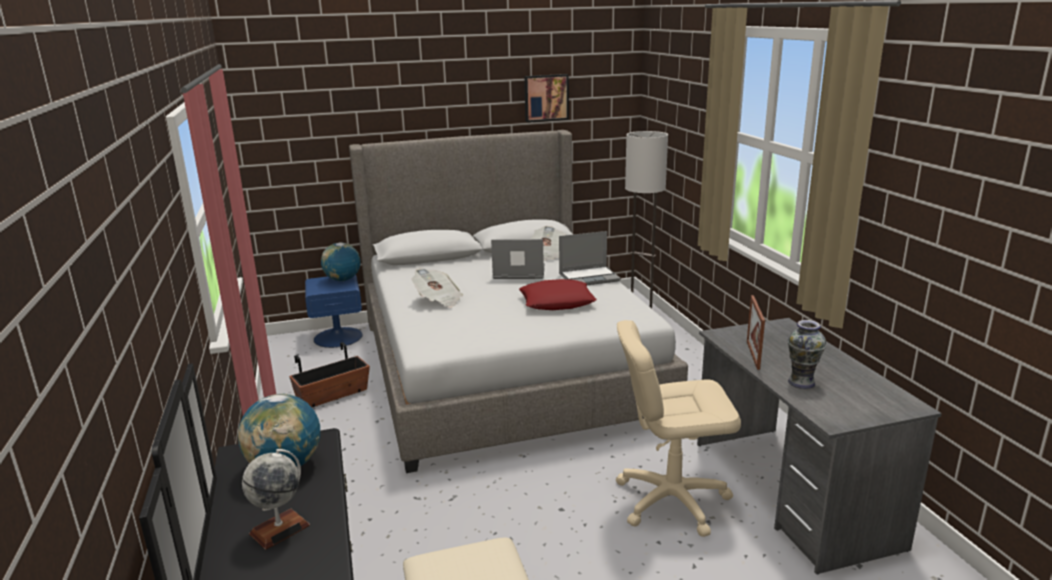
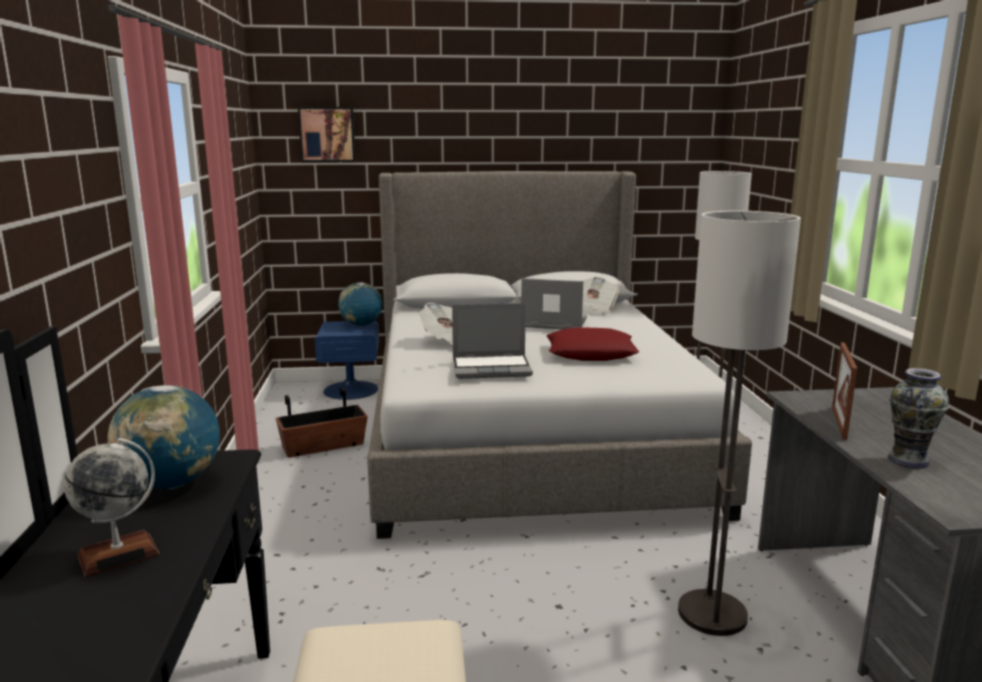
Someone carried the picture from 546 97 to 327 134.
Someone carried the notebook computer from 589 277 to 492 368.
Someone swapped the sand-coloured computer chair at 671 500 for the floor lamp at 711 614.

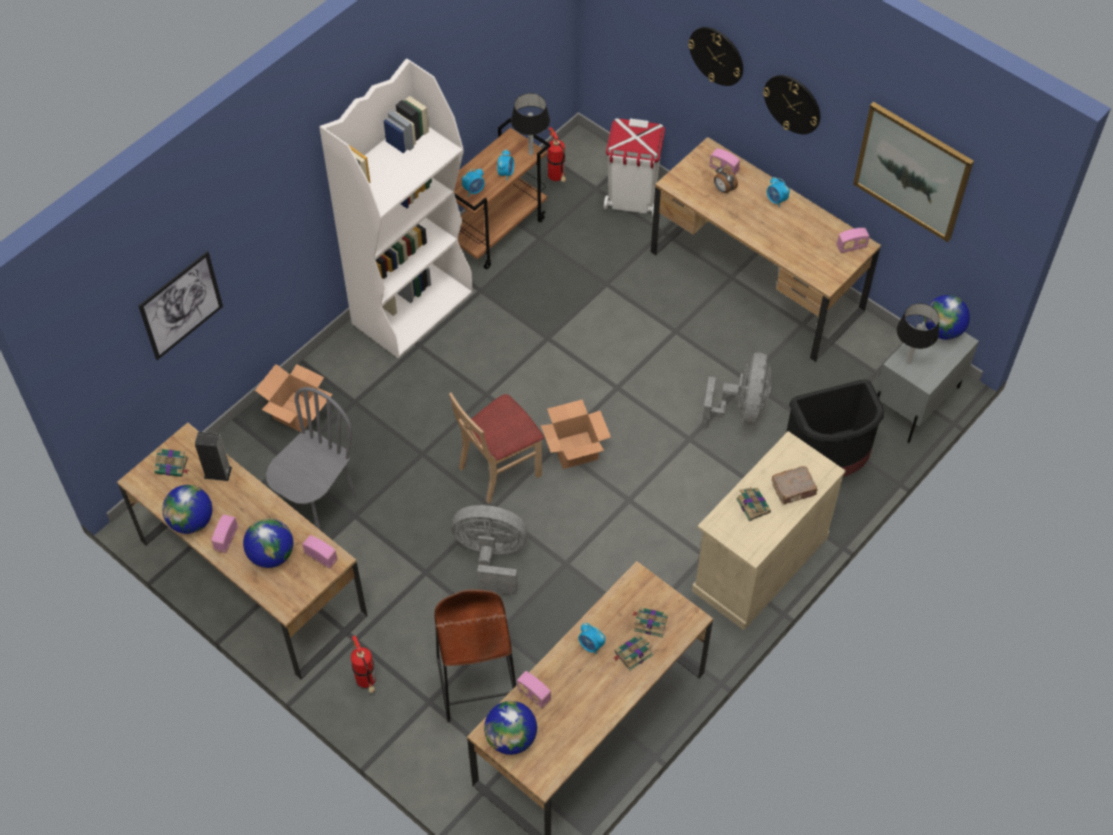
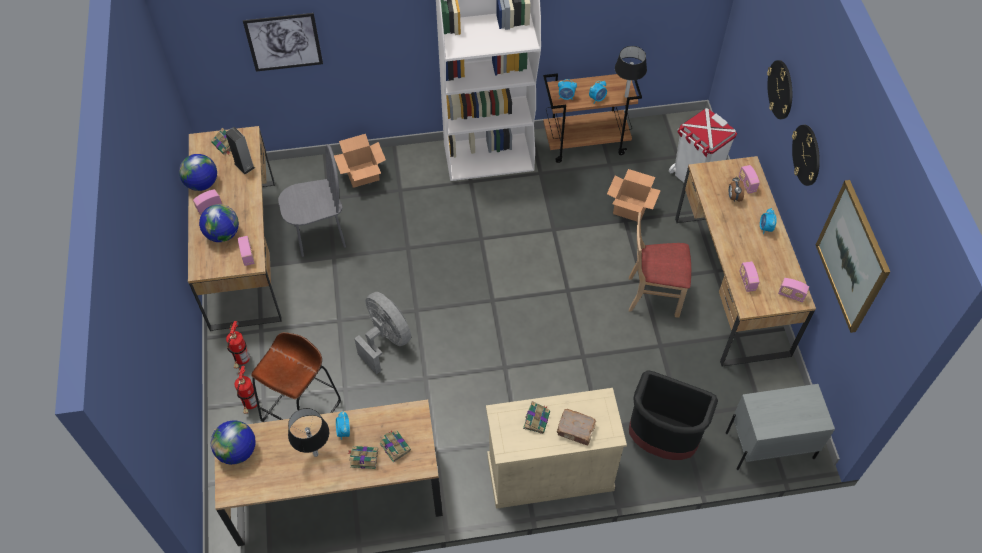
Someone carried the sand-coloured plain chair from 499 469 to 653 295.
Someone carried the radio set from 533 694 to 747 281.
Someone carried the cardboard box from 574 450 to 630 208.
Someone carried the extinguisher from 557 178 to 250 405.
Someone took away the grey electric fan at 741 409.
Someone carried the black-coloured tabletop lamp from 908 361 to 315 454.
Someone took away the desk globe at 942 330.

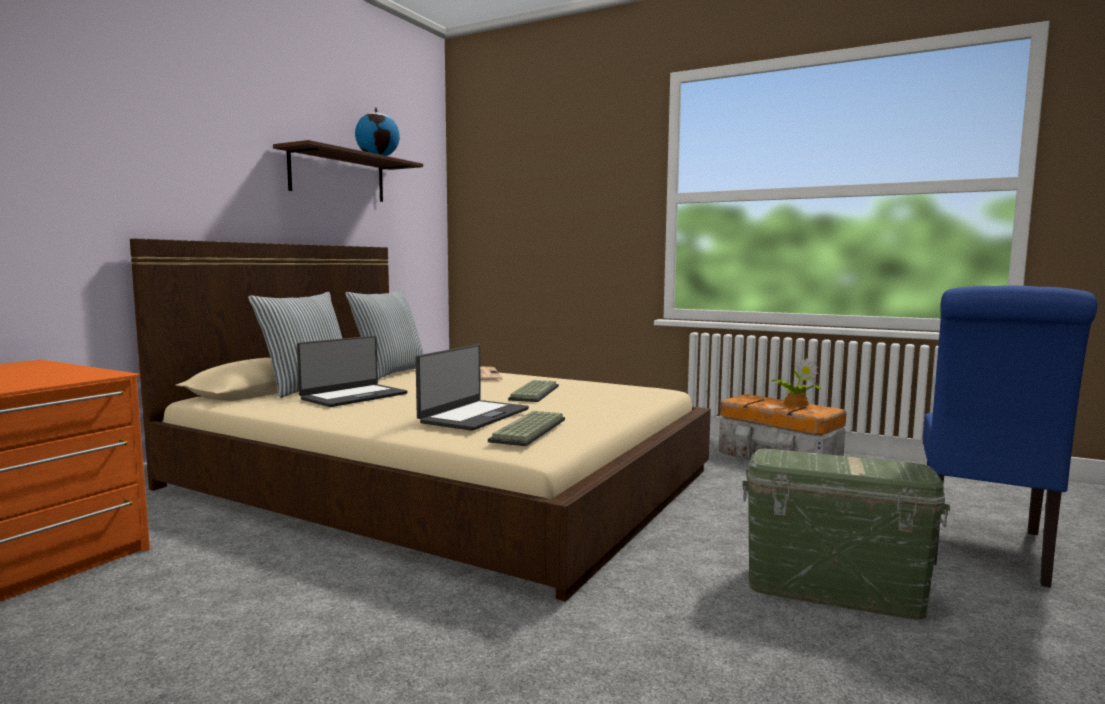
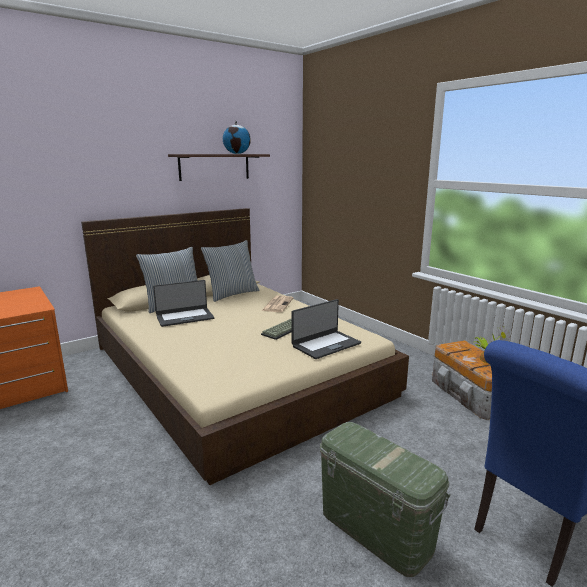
Someone carried the notebook computer from 473 416 to 325 344.
Someone took away the computer keyboard at 530 431.

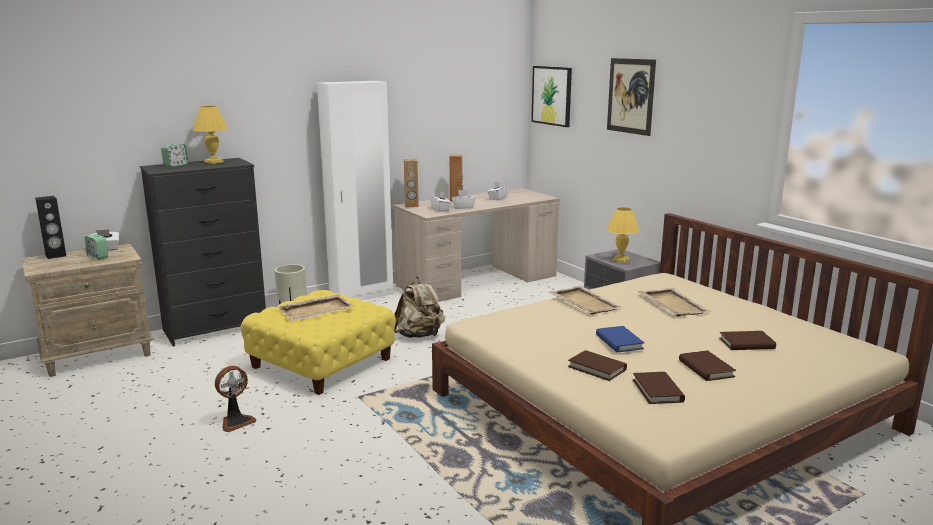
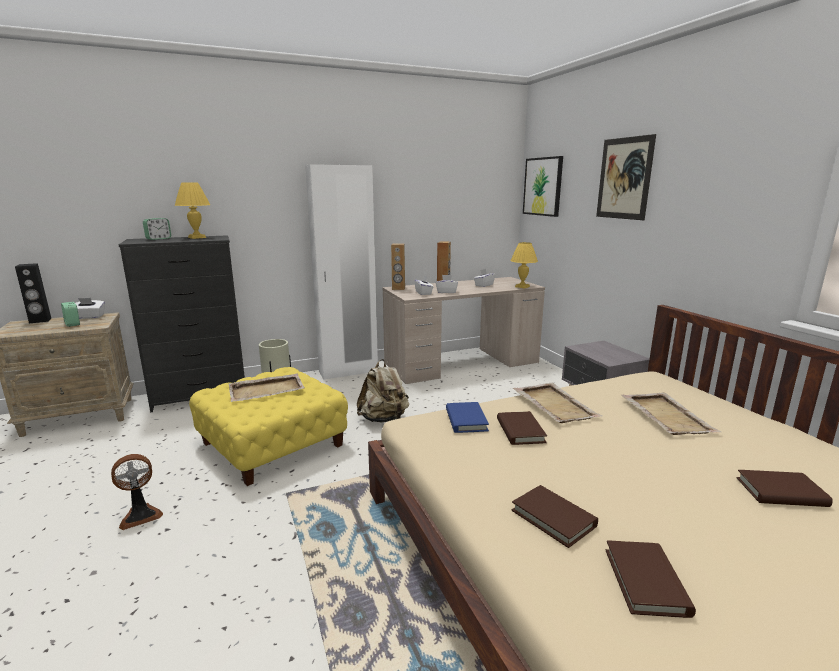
Someone carried the blue volume from 619 342 to 466 420.
Someone carried the yellow-coloured tabletop lamp from 620 260 to 522 286.
Someone carried the brown-coloured volume from 706 368 to 520 431.

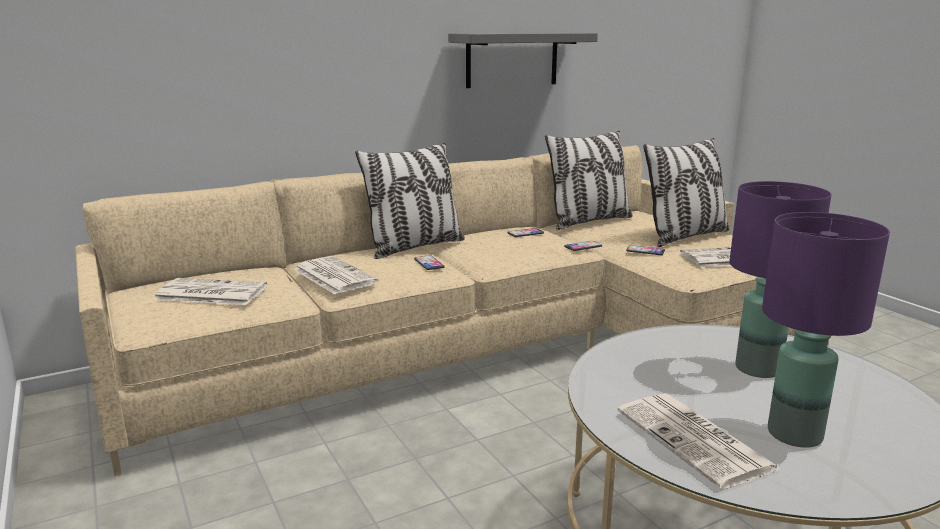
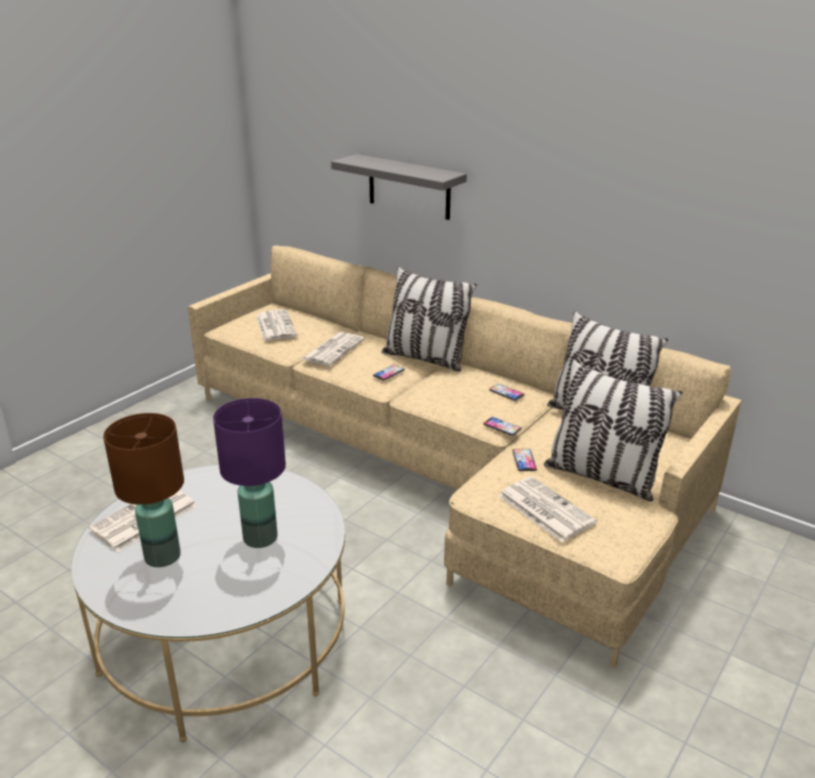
Someone carried the grey bracket shelf from 512 59 to 409 187.
Someone repainted the purplish tabletop lamp at 796 434, which became the brown-coloured tabletop lamp at 163 557.

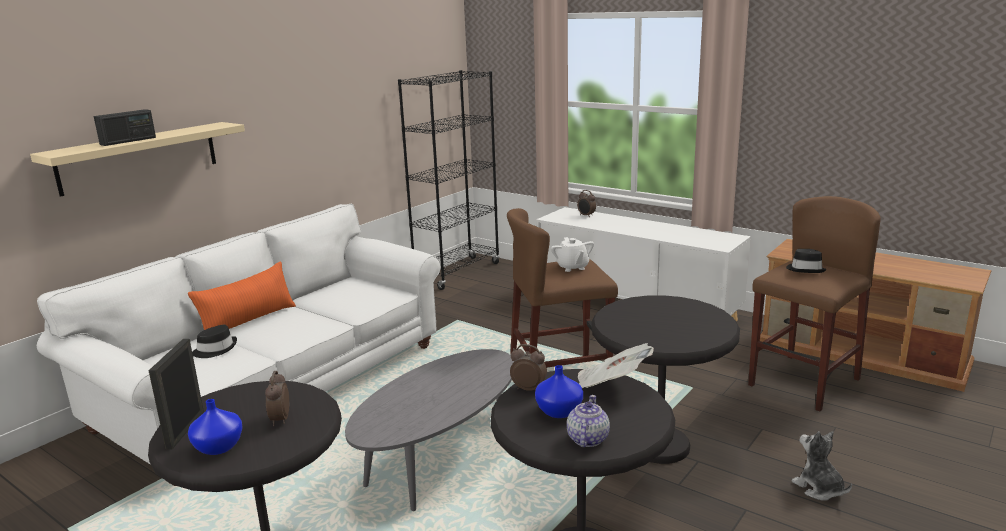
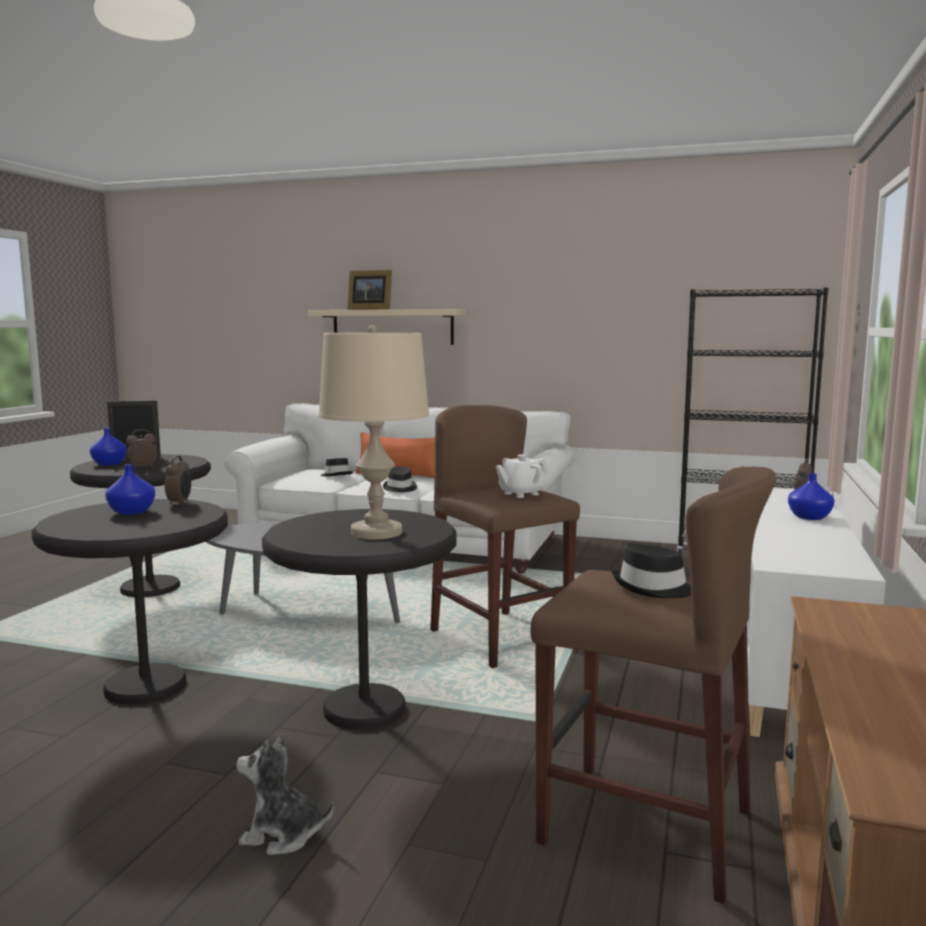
Someone swapped the radio set at 128 141 for the photo frame at 369 309.
Someone took away the teapot at 587 438.
Someone took away the newspaper at 611 384.
Someone rotated the plush toy at 818 488 by 120 degrees counterclockwise.
Someone put down the sand-coloured tabletop lamp at 376 532.
Someone put down the black-coloured wearable hat at 399 488.
Someone put down the blue decorative vase at 809 517.

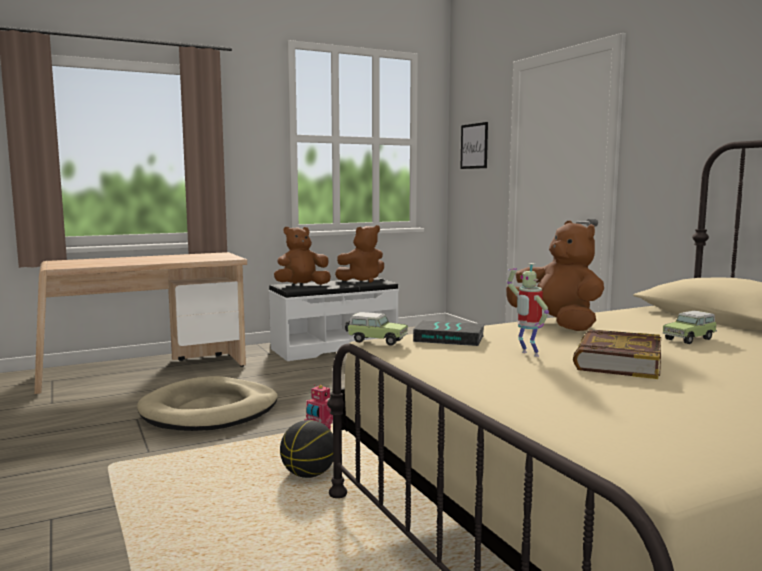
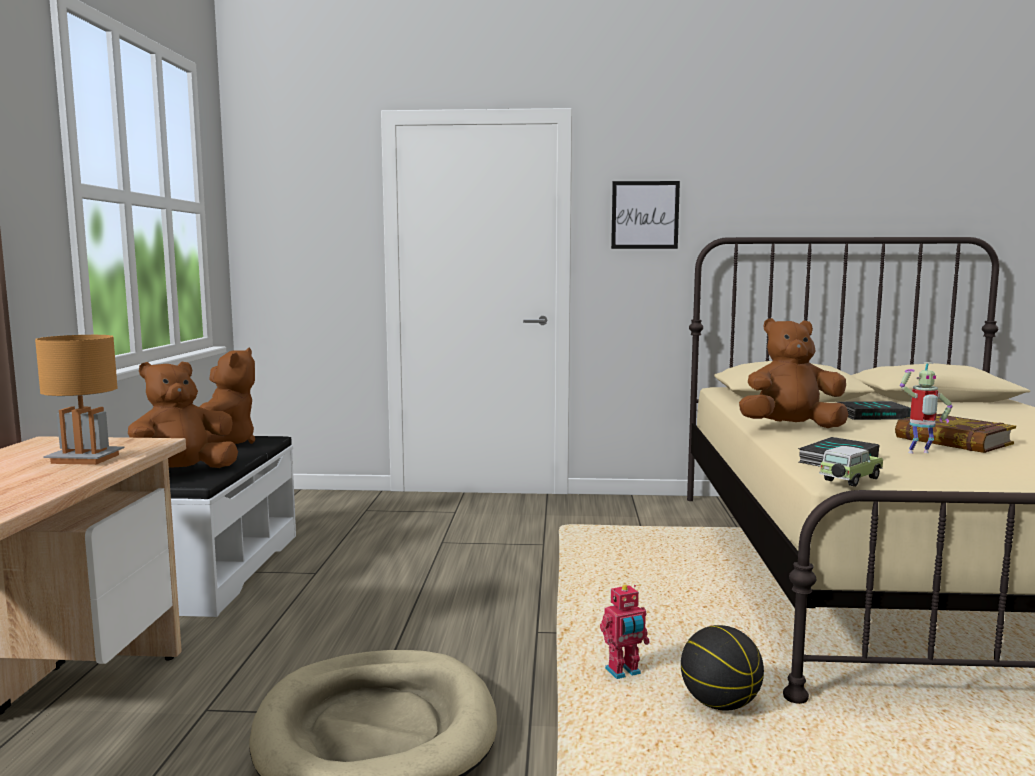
Someone rotated the brown-coloured plush toy at 302 285 by 45 degrees clockwise.
Someone carried the picture from 474 146 to 645 215.
Someone swapped the model car at 690 339 for the volume at 872 415.
Someone put down the brown-coloured tabletop lamp at 86 459.

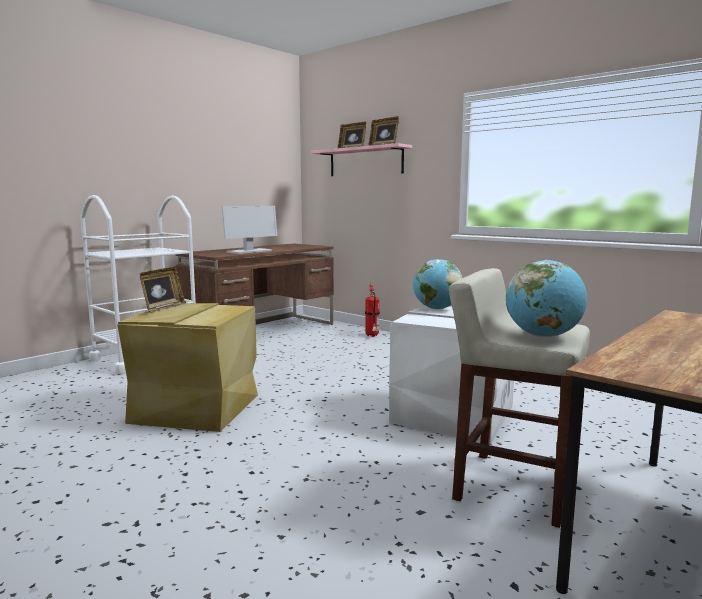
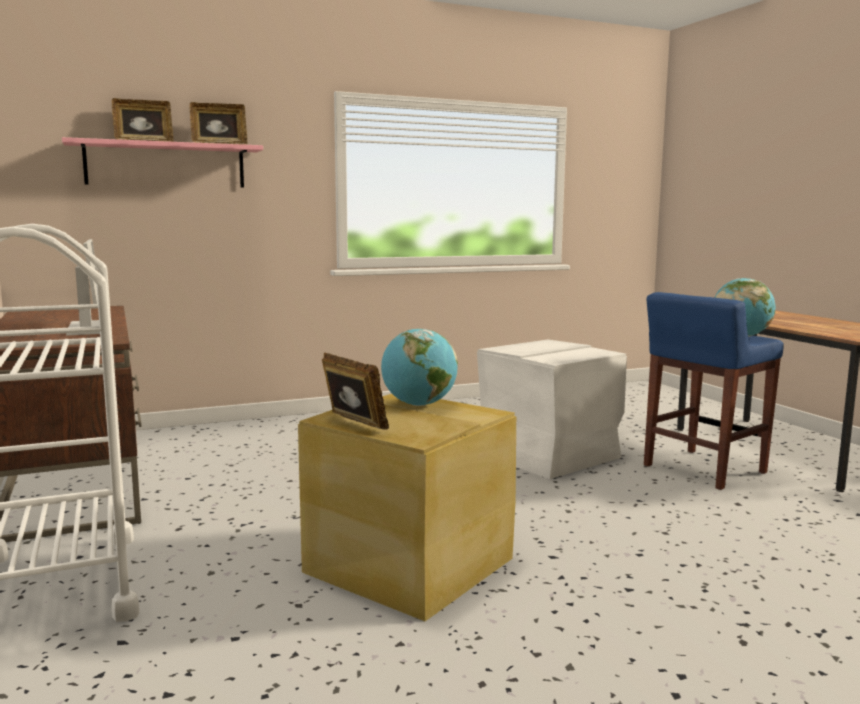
Someone took away the extinguisher at 372 336.
Someone carried the desk globe from 436 309 to 419 405.
Someone repainted the sand-coloured stool seat at 512 486, which became the blue stool seat at 702 469.

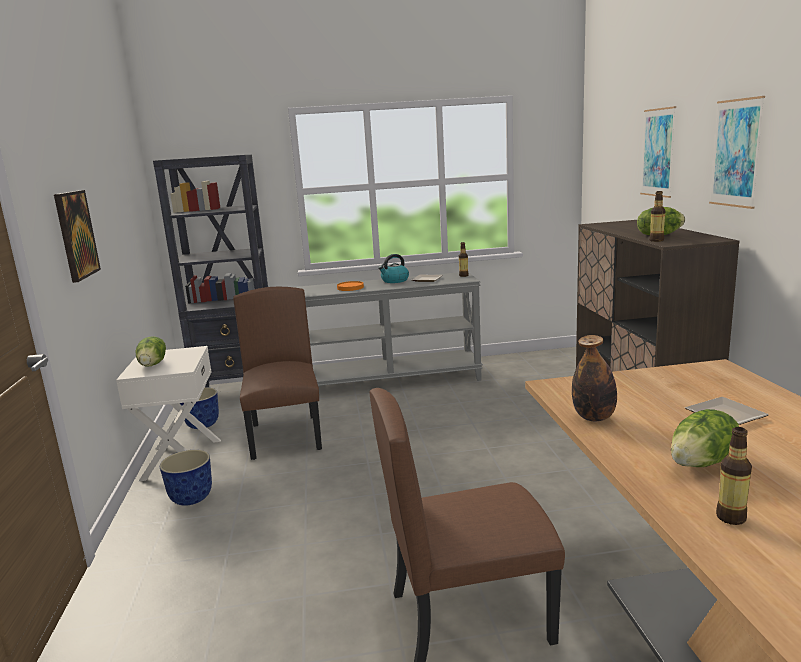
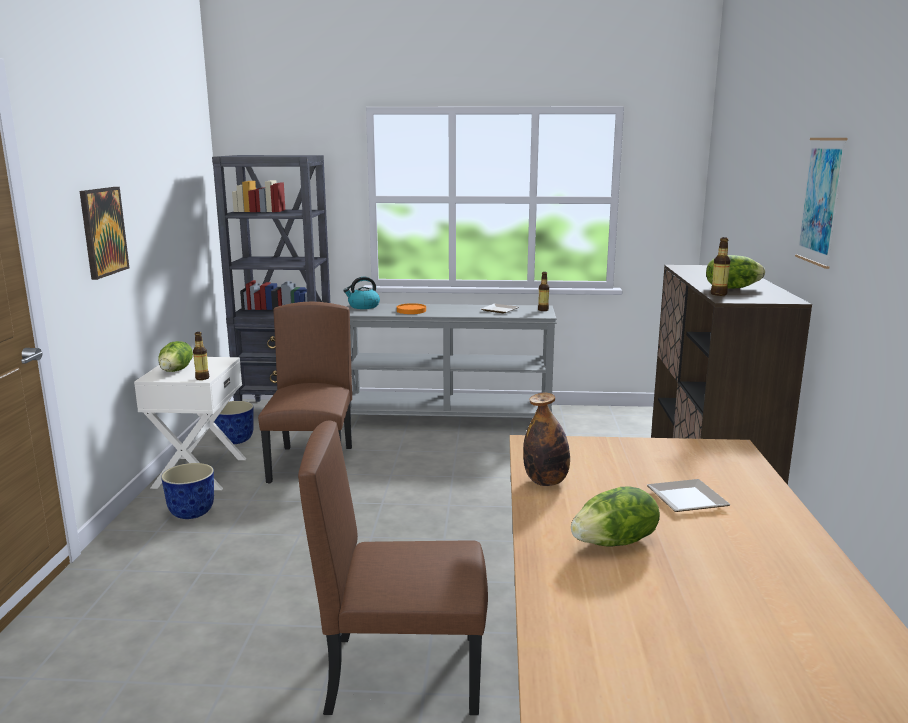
Someone carried the tea kettle from 394 281 to 363 306.
Someone took away the picture at 658 152.
Someone carried the drink bottle from 730 517 to 202 378.

